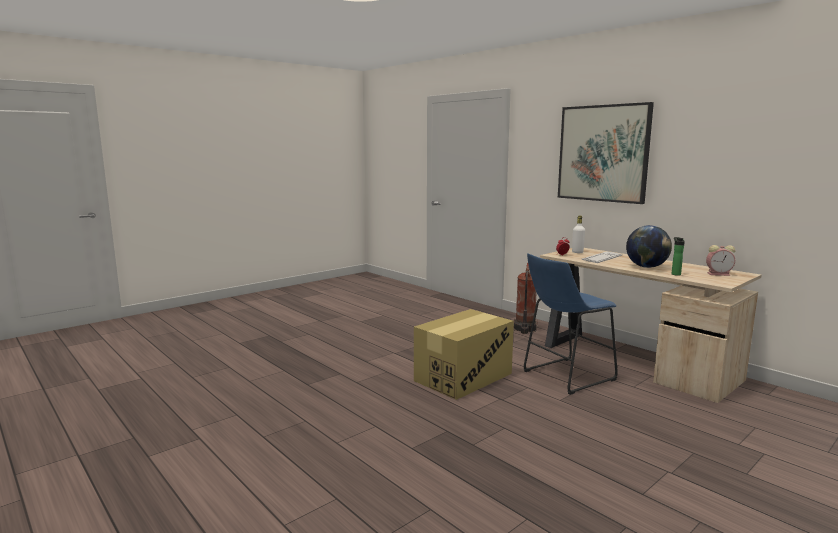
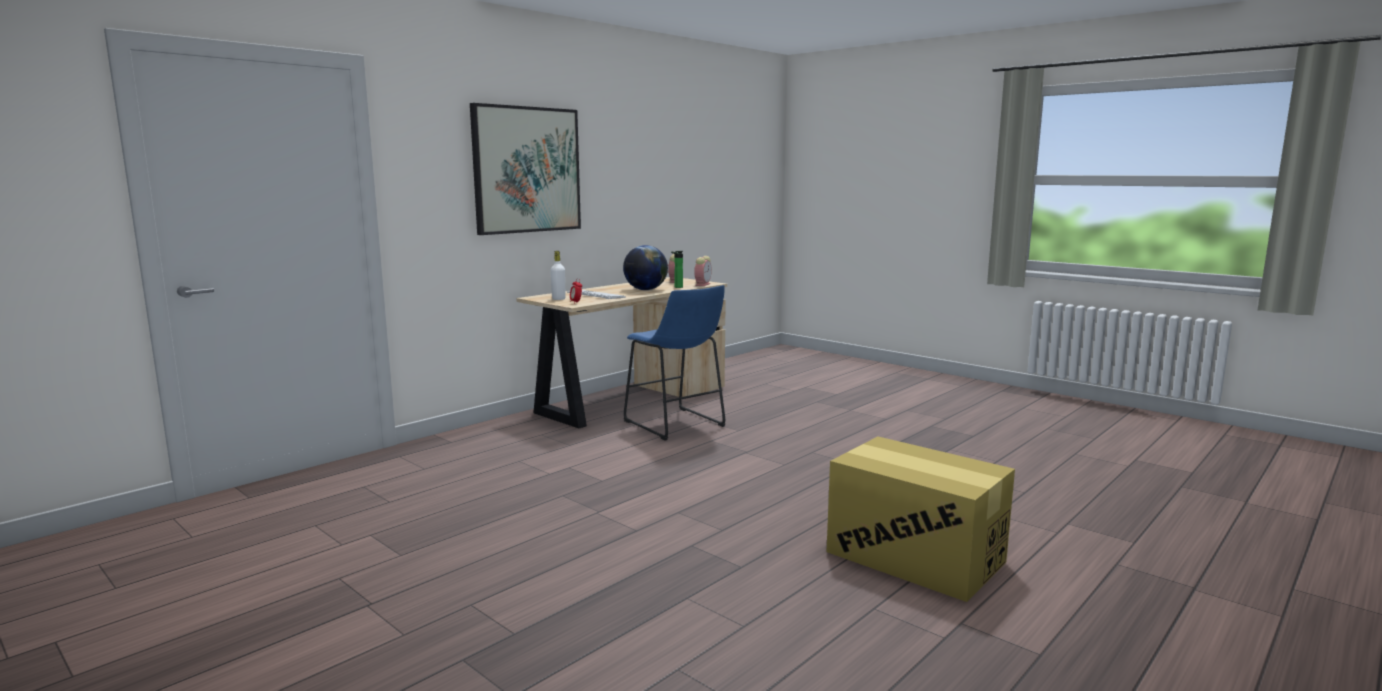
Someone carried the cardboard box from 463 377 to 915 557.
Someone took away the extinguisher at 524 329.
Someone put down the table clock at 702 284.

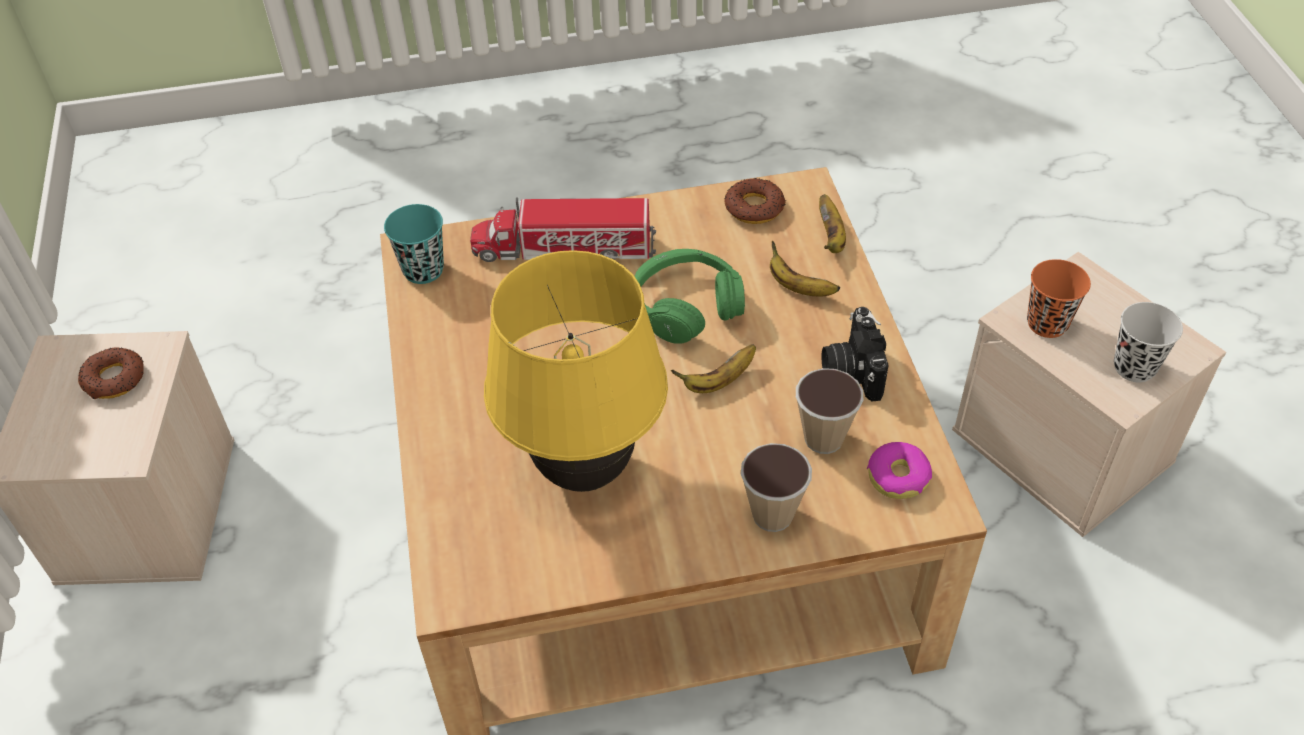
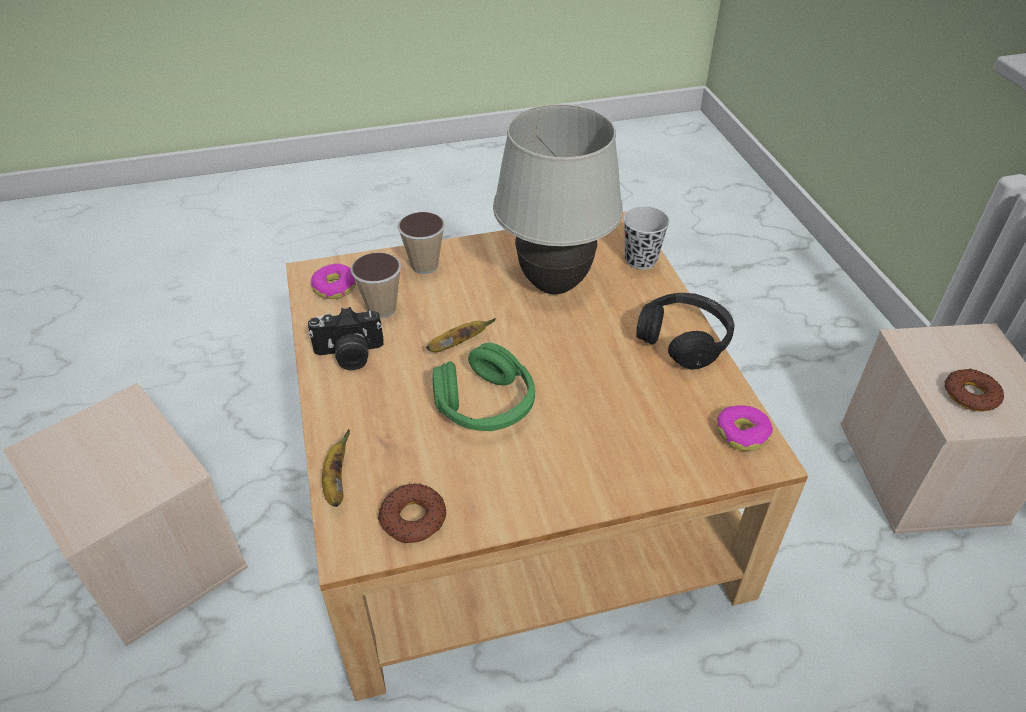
Someone swapped the turquoise-coloured cup at 423 270 for the doughnut at 742 433.
Someone took away the toy lorry at 564 249.
Someone repainted the yellow-coloured tabletop lamp at 584 470, which became the white-coloured tabletop lamp at 554 285.
Someone took away the banana at 798 287.
Someone rotated the still camera at 851 370 by 90 degrees clockwise.
Someone took away the orange-coloured cup at 1047 323.
Someone carried the black-coloured cup from 1134 367 to 640 260.
Someone put down the black-coloured headset at 684 339.

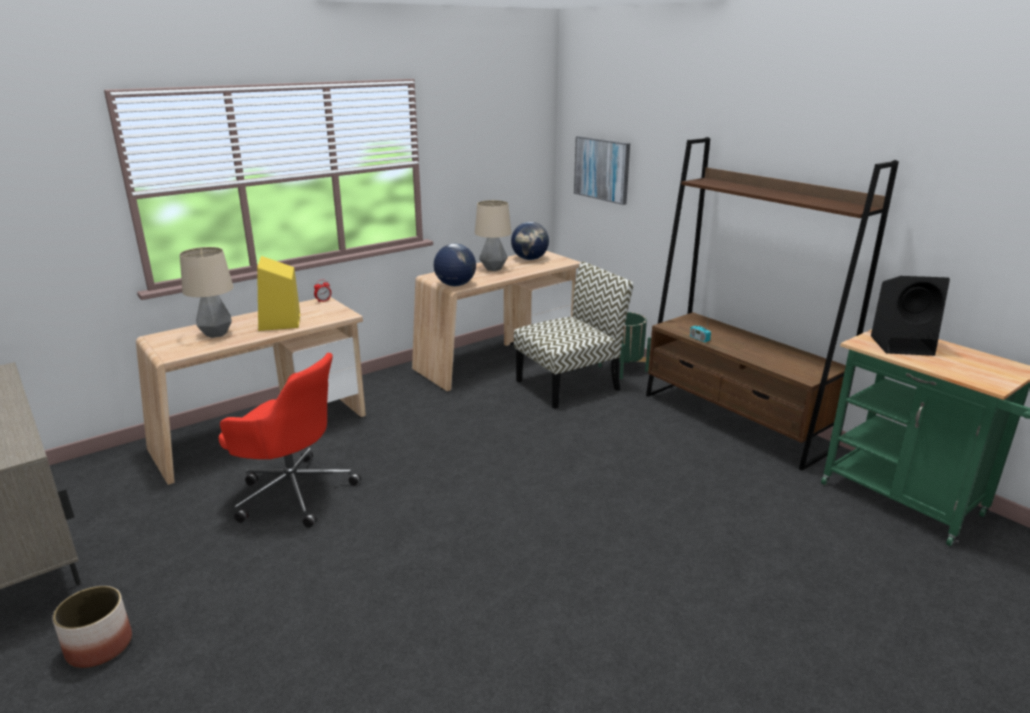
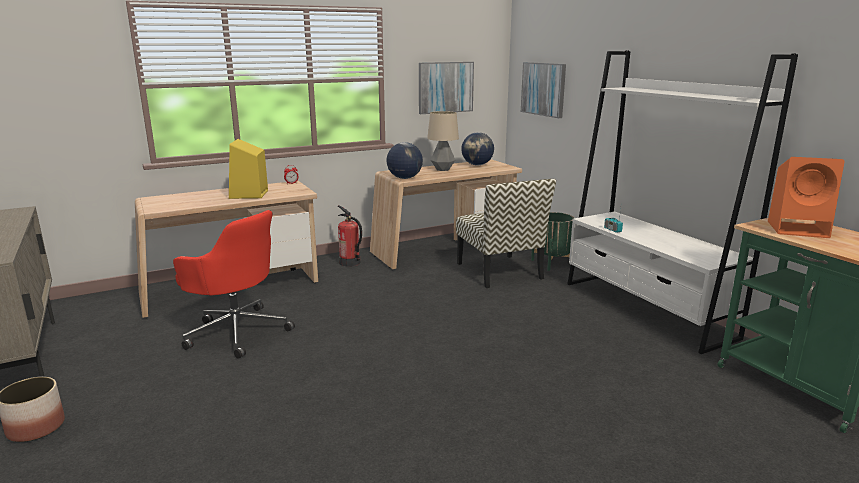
Someone took away the tabletop lamp at 216 334.
Someone rotated the plain chair at 569 384 by 90 degrees clockwise.
Someone repainted the brown-coloured shelving unit at 735 421, which became the white-coloured shelving unit at 646 309.
Someone repainted the black-coloured loudspeaker at 903 345, which became the orange-coloured loudspeaker at 799 229.
Someone put down the extinguisher at 350 263.
Someone put up the picture at 445 87.

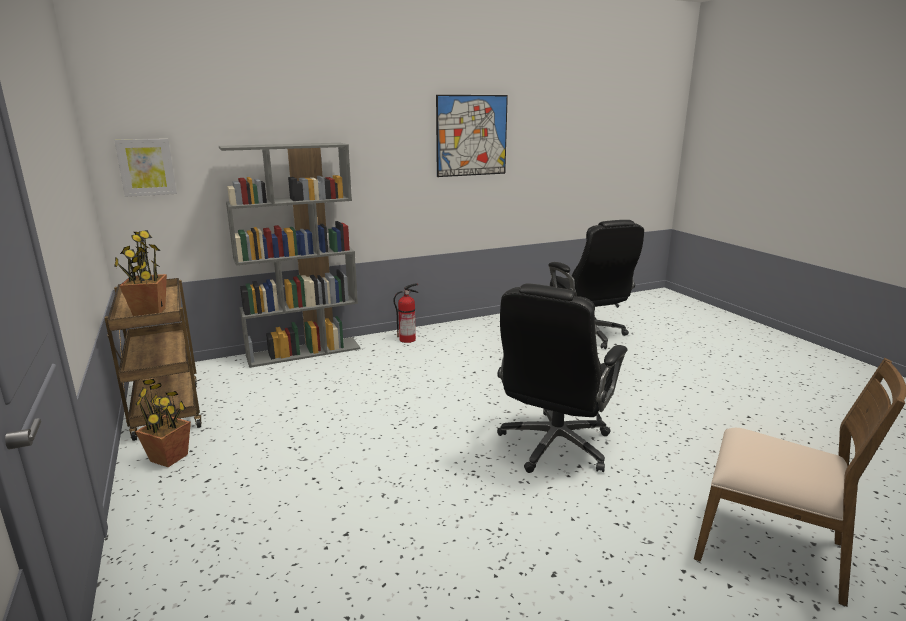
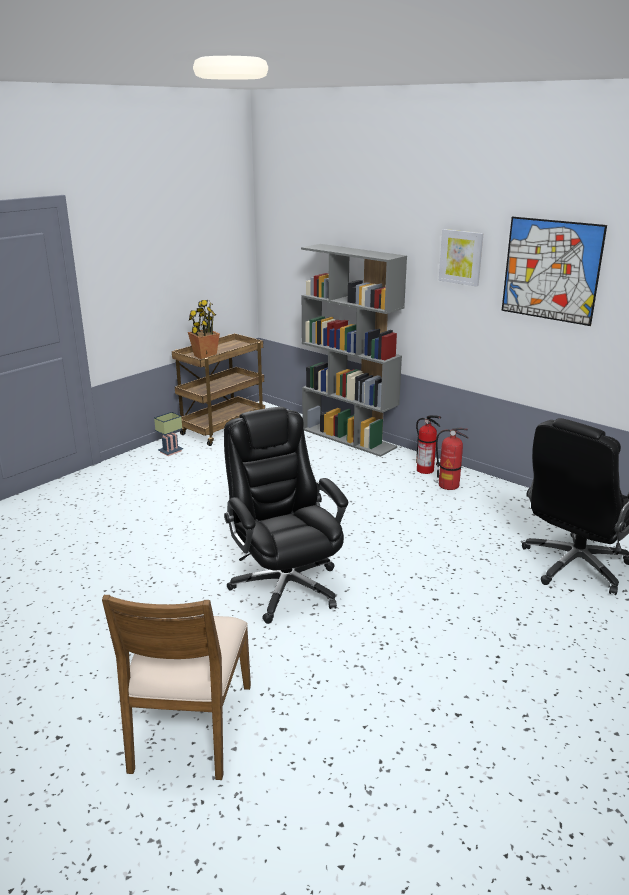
Someone carried the picture from 146 167 to 461 257.
Someone swapped the houseplant at 169 457 for the tabletop lamp at 171 451.
Someone rotated the black-coloured computer chair at 554 446 by 60 degrees clockwise.
Someone put down the extinguisher at 448 485.

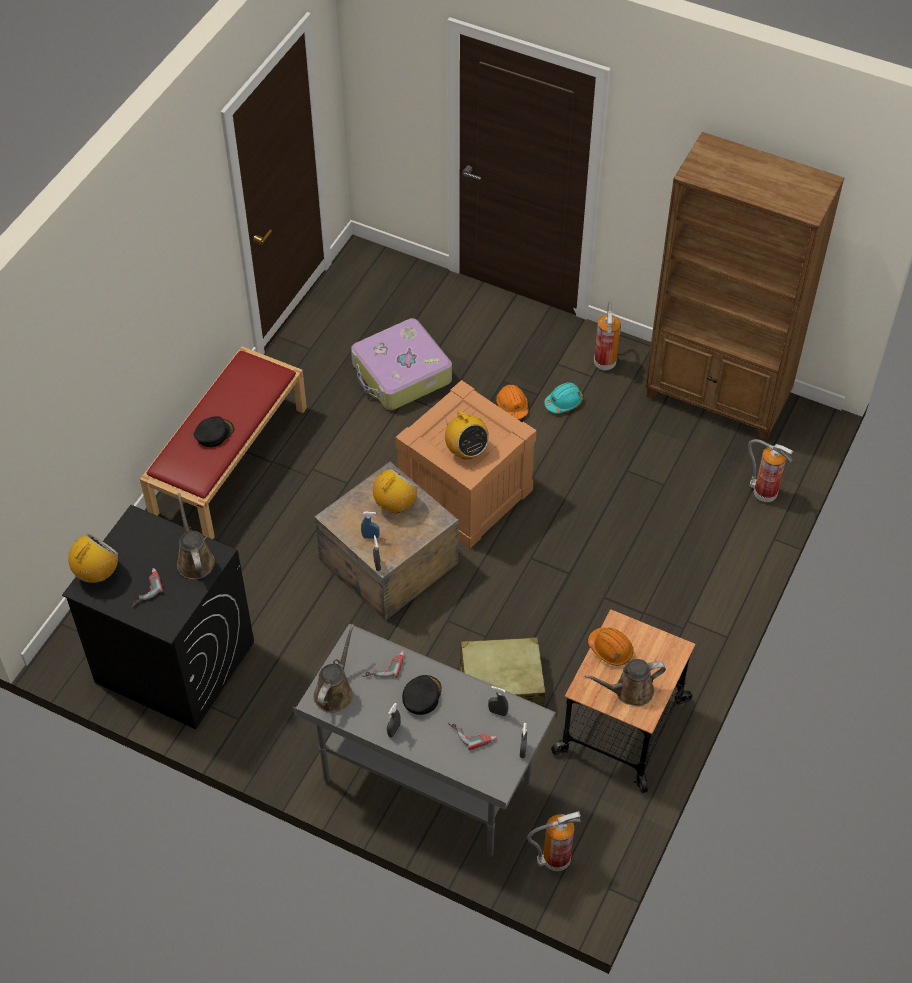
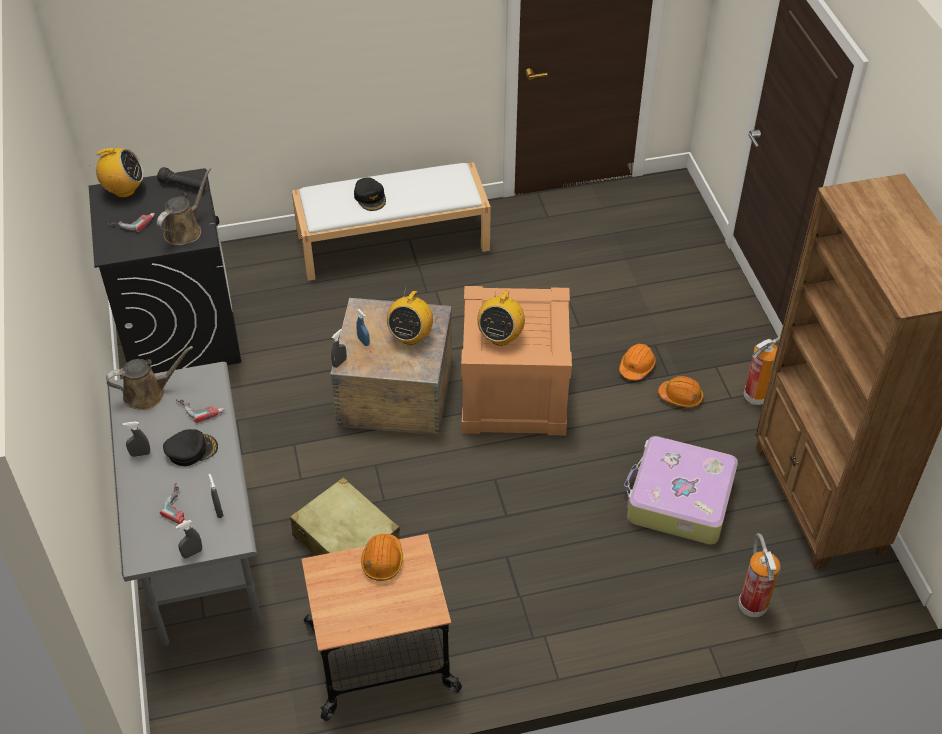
Someone repainted the red long seat at 229 459, which became the white-coloured long seat at 394 241.
Someone rotated the black-coloured baseball cap at 214 433 by 60 degrees clockwise.
Someone carried the suitcase from 401 374 to 678 500.
Someone rotated the radio set at 395 505 by 105 degrees clockwise.
Someone took away the extinguisher at 554 860.
Someone repainted the turquoise-coloured work helmet at 563 402, which became the orange-coloured work helmet at 680 397.
Someone took away the brown-coloured watering pot at 630 691.
Someone put down the black-coloured hand torch at 183 186.

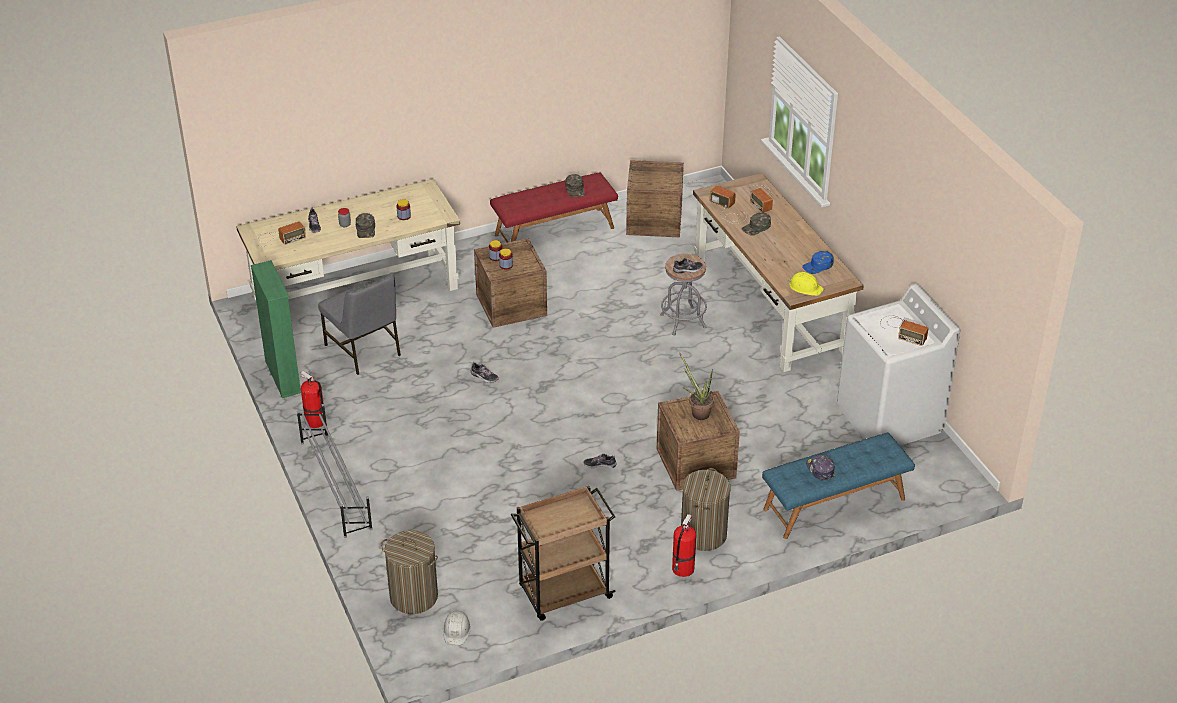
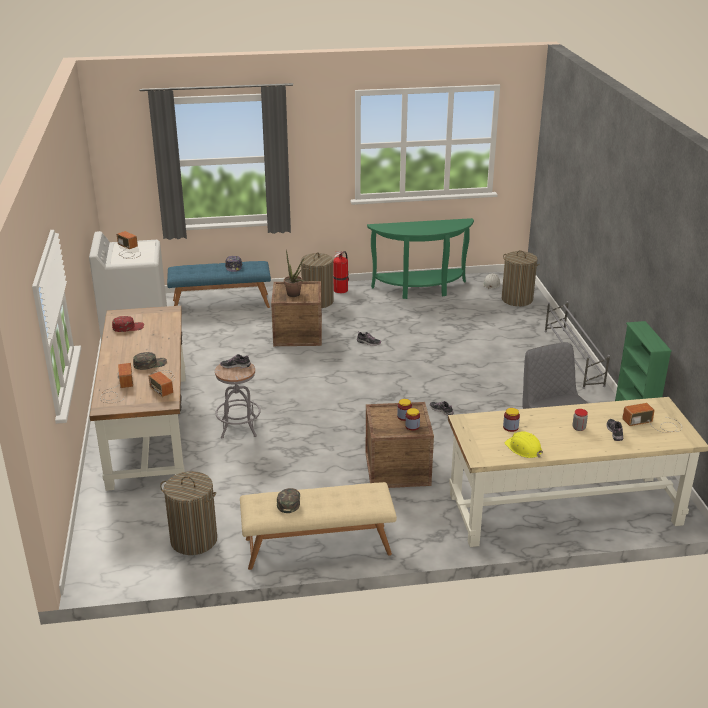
Someone took away the extinguisher at 316 421.
Someone took away the greenish baseball cap at 366 229.
Someone repainted the red long seat at 554 231, which became the sand-coloured long seat at 318 547.
Someone swapped the brown-coloured cart at 563 593 for the greenish narrow table at 420 289.
Someone swapped the packing crate at 654 220 for the hamper at 193 540.
Someone carried the yellow-coloured work helmet from 805 287 to 523 448.
Someone repainted the blue baseball cap at 818 266, which became the red baseball cap at 128 327.

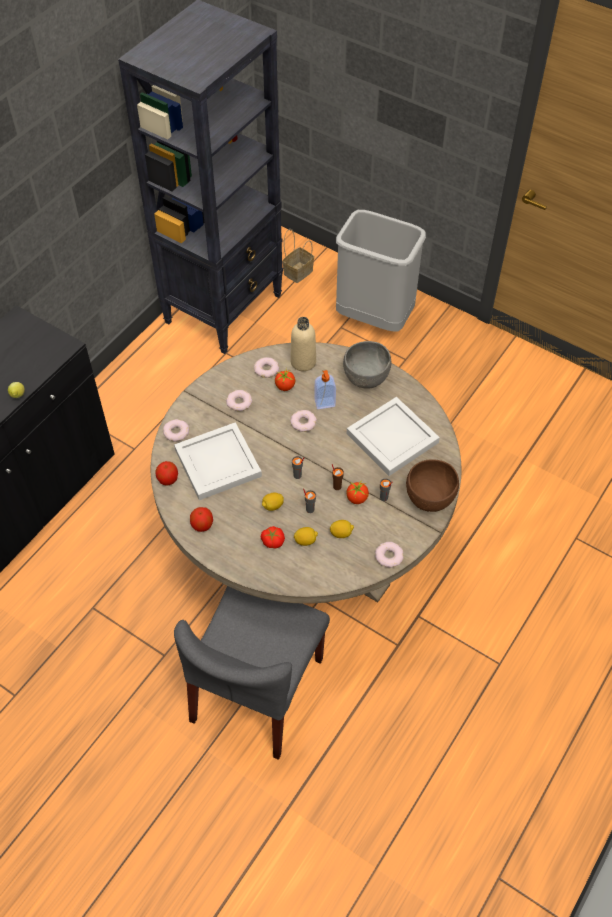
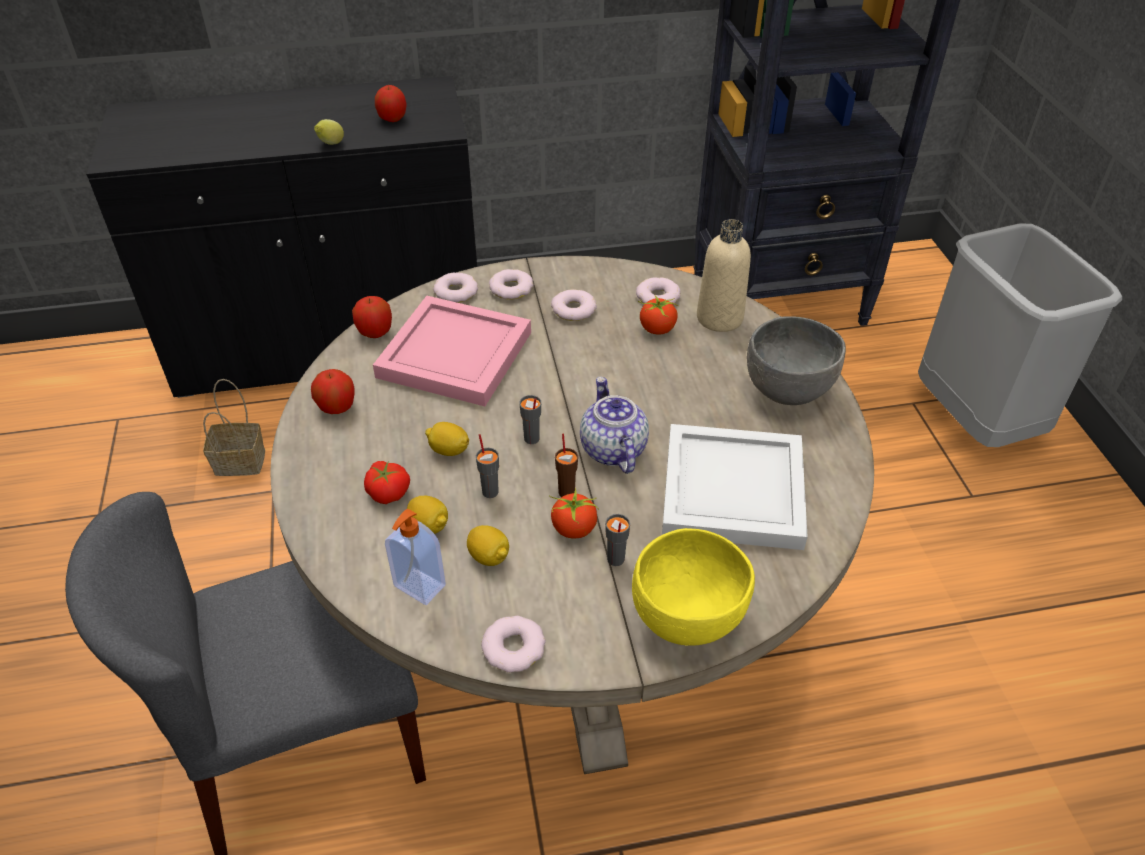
Someone repainted the white-coloured serving tray at 216 462, which became the pink serving tray at 454 353.
Someone carried the household basket from 298 271 to 242 461.
Someone carried the doughnut from 303 422 to 511 288.
Someone carried the soap dispenser from 325 403 to 418 587.
Someone repainted the brown-coloured deep dish at 429 498, which became the yellow-coloured deep dish at 688 617.
Someone put down the whole apple at 392 118.
Someone put down the teapot at 612 449.

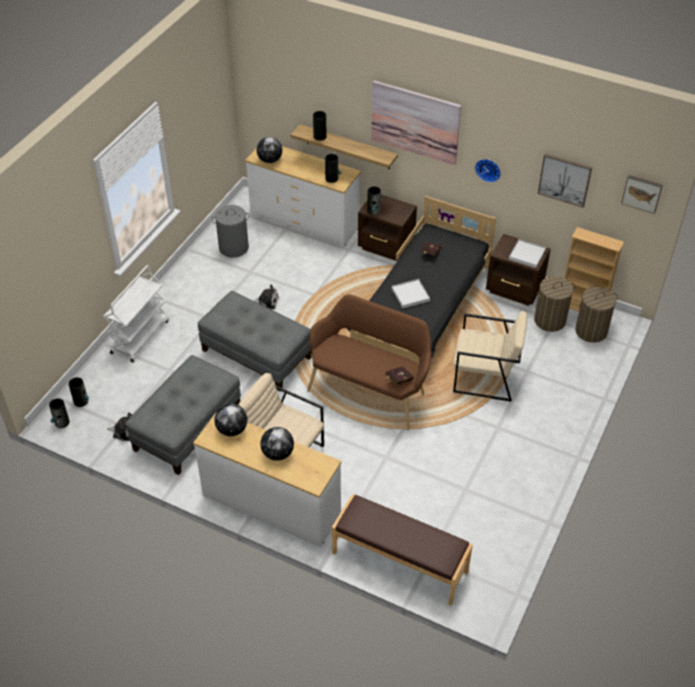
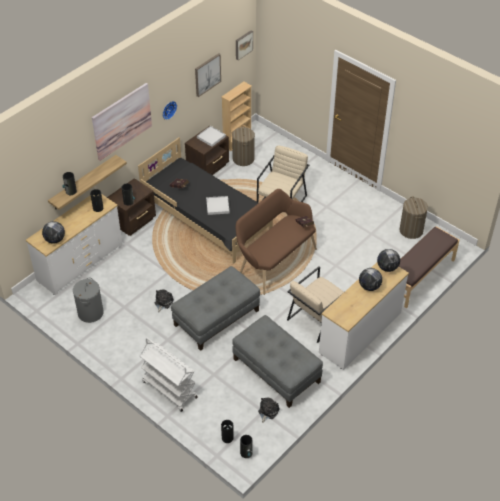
Someone carried the desk globe from 232 430 to 387 267.
Someone carried the hamper from 591 331 to 411 230.

